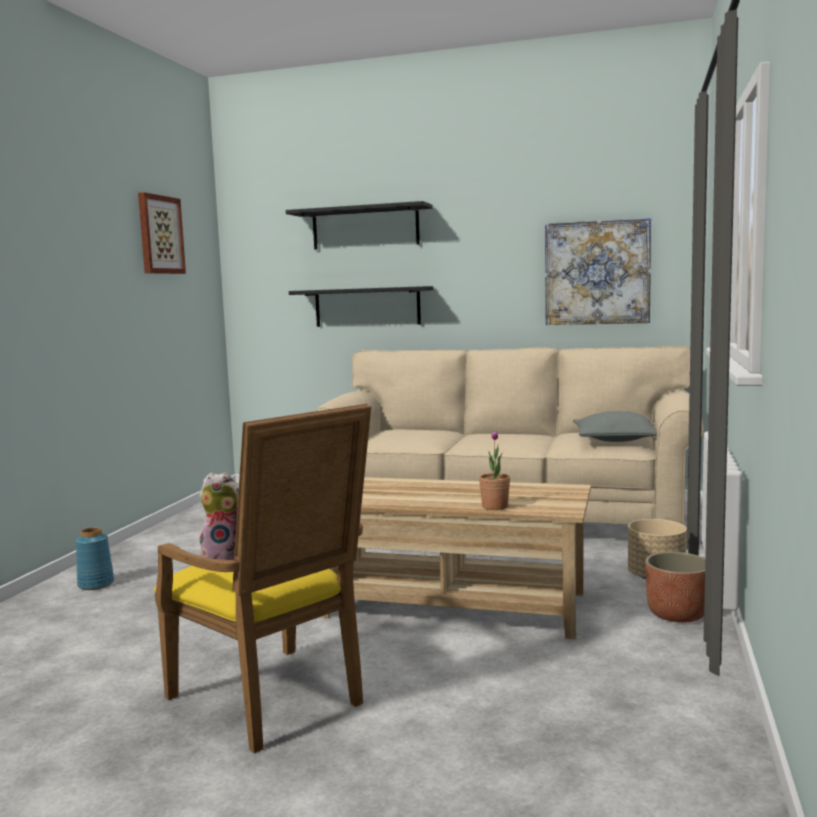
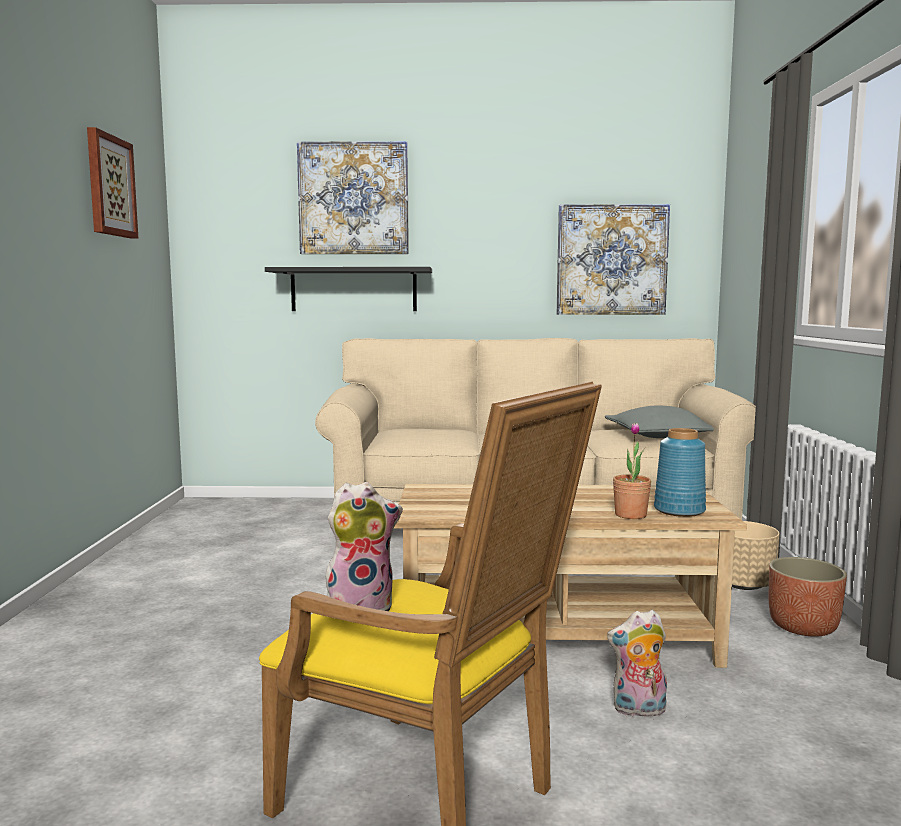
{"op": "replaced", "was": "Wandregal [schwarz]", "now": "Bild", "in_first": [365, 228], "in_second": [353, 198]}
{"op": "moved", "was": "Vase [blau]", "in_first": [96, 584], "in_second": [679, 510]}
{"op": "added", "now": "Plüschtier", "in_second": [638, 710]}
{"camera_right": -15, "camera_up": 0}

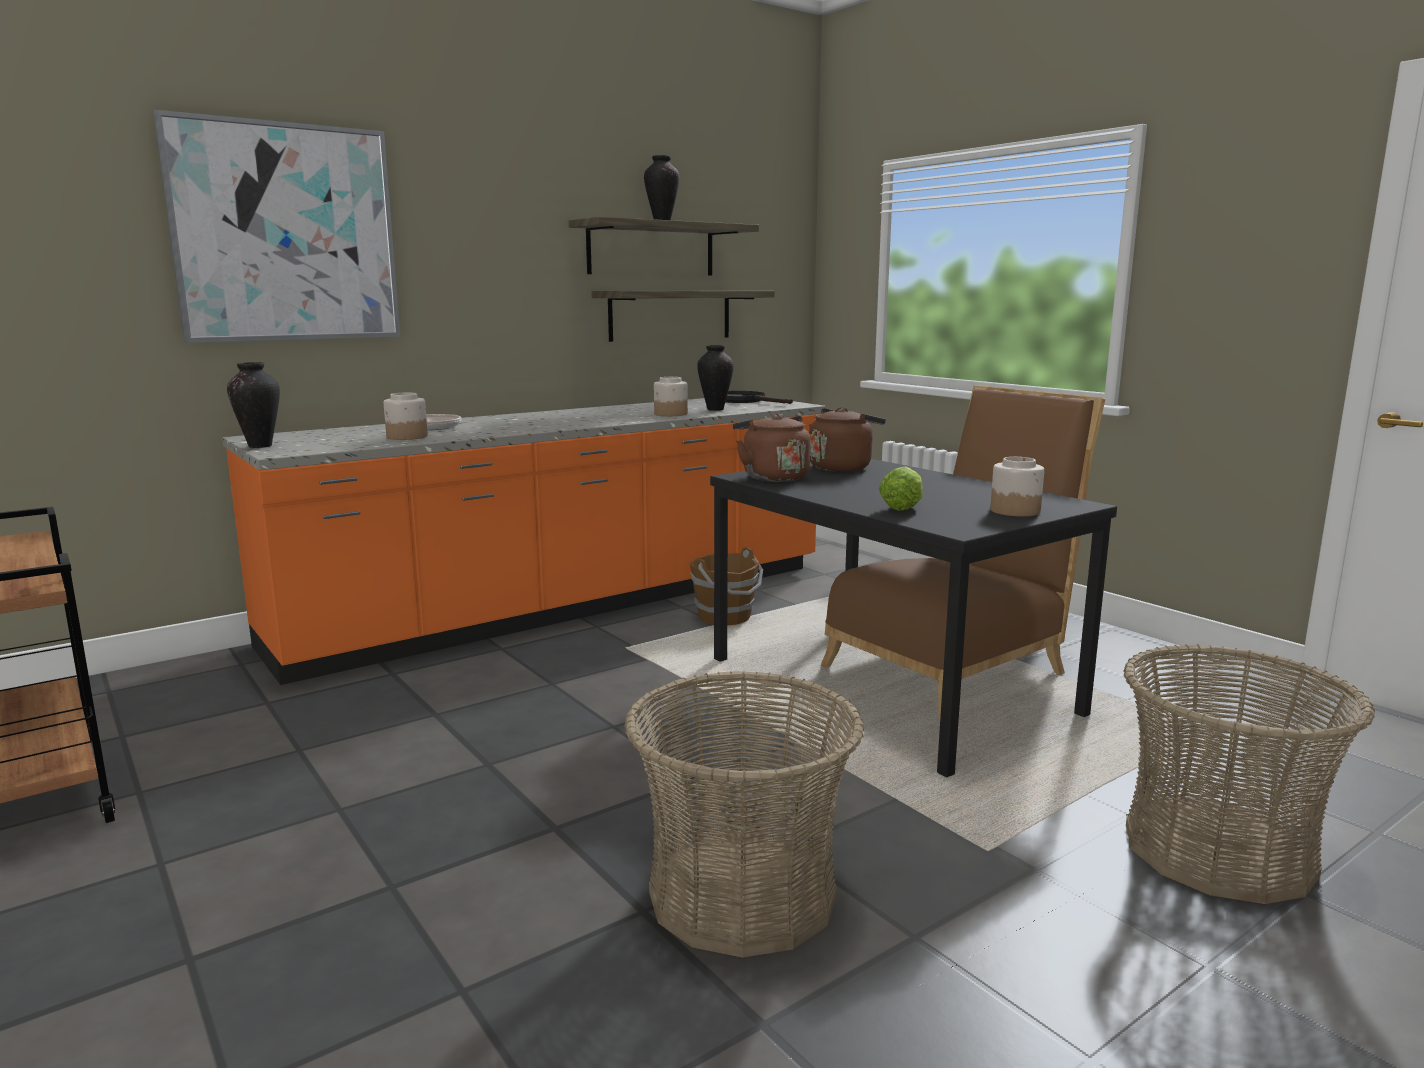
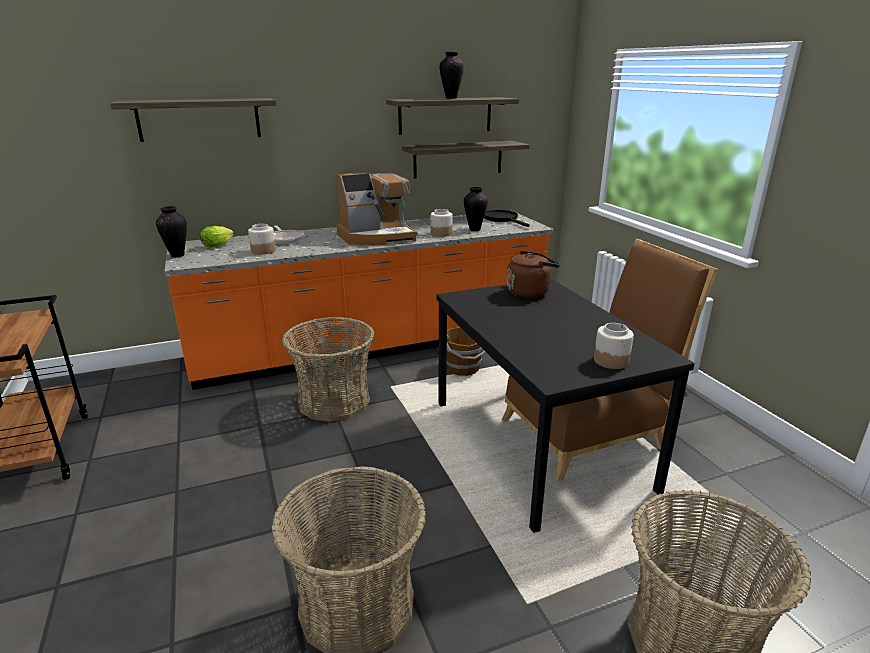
{"op": "replaced", "was": "Bild", "now": "Wandregal", "in_first": [286, 233], "in_second": [199, 119]}
{"op": "removed", "was": "Wasserkessel [braun]", "in_first": [772, 477]}
{"op": "moved", "was": "Salatkopf", "in_first": [903, 507], "in_second": [219, 245]}
{"op": "added", "now": "Kaffeemaschine", "in_second": [377, 237]}
{"op": "added", "now": "Korb", "in_second": [334, 401]}
{"camera_right": 15, "camera_up": 10}

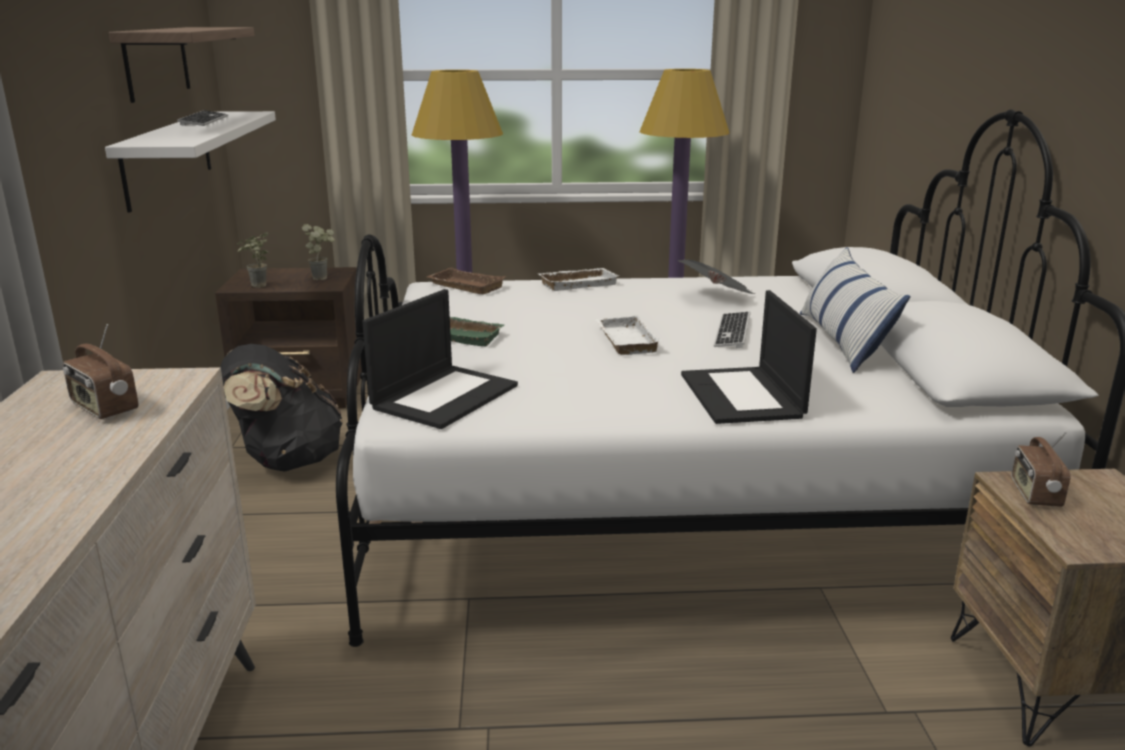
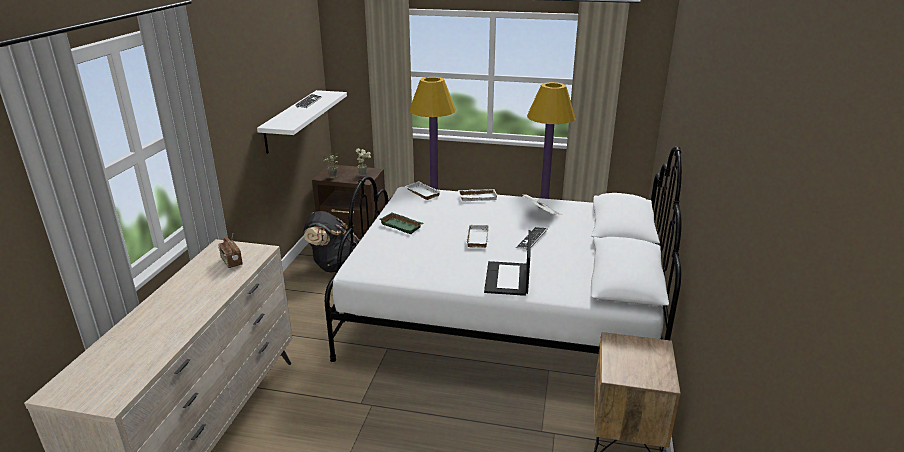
{"op": "removed", "was": "Wandregal", "in_first": [156, 62]}
{"op": "removed", "was": "Kissen", "in_first": [843, 341]}
{"op": "recoloured", "was": "Tablett [braun]", "now": "Tablett [weiß]", "in_first": [464, 286], "in_second": [421, 193]}
{"op": "removed", "was": "Laptop", "in_first": [445, 396]}
{"op": "removed", "was": "Radio", "in_first": [1034, 494]}
{"camera_right": 15, "camera_up": 5}

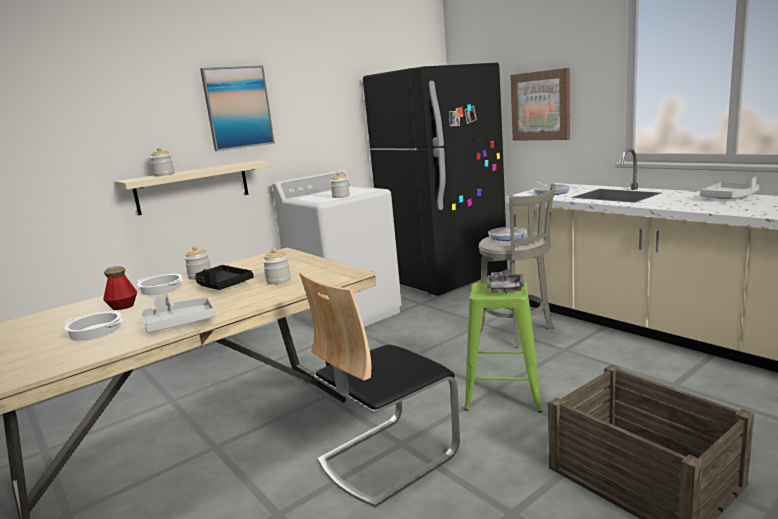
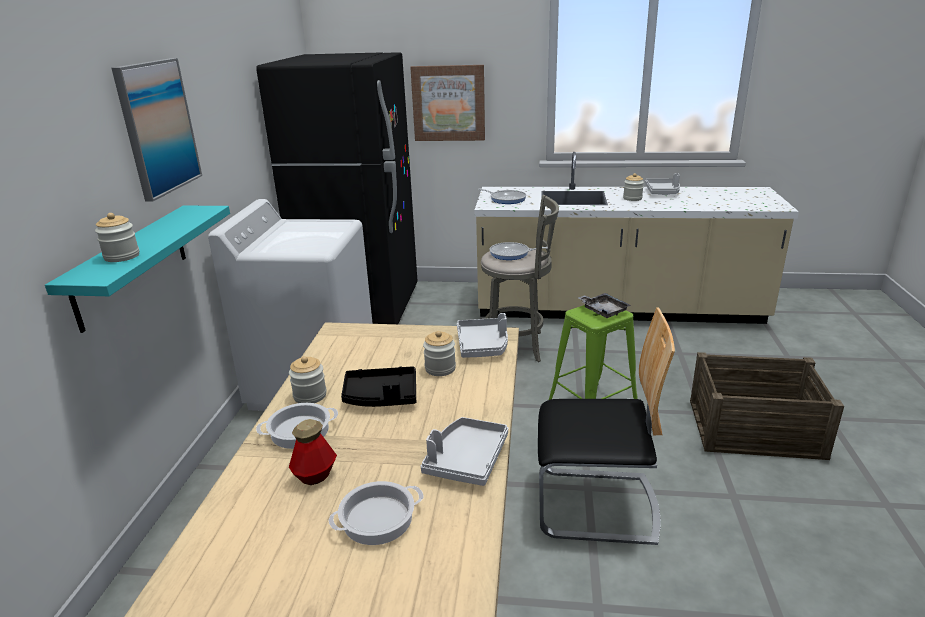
{"op": "recoloured", "was": "Wandregal [beige]", "now": "Wandregal [türkis]", "in_first": [193, 187], "in_second": [131, 265]}
{"op": "moved", "was": "Vorratsglas", "in_first": [341, 196], "in_second": [632, 198]}
{"op": "turned", "was": "Stuhl", "in_first": [387, 457], "in_second": [596, 505], "clockwise": -90}
{"op": "added", "now": "Tablett [grau]", "in_second": [483, 345]}
{"camera_right": -45, "camera_up": 10}

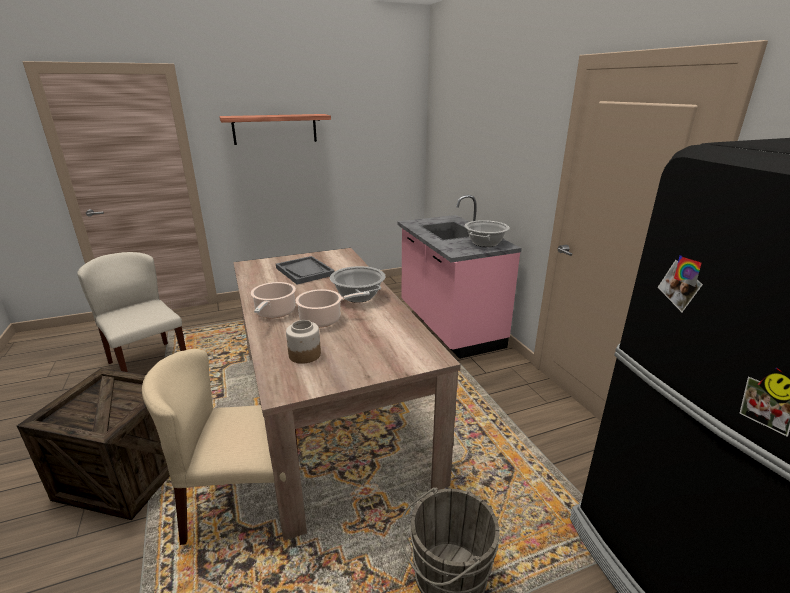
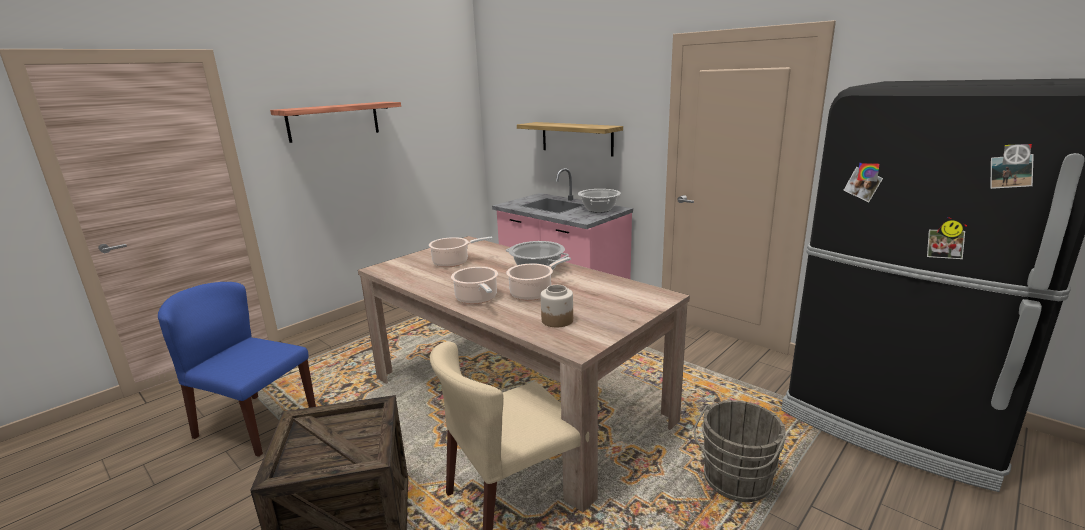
{"op": "recoloured", "was": "Stuhl [beige]", "now": "Stuhl [blau]", "in_first": [148, 365], "in_second": [255, 424]}
{"op": "replaced", "was": "Tablett [grau]", "now": "Kochtopf", "in_first": [305, 271], "in_second": [453, 262]}
{"op": "added", "now": "Wandregal", "in_second": [576, 138]}
{"camera_right": -25, "camera_up": -5}

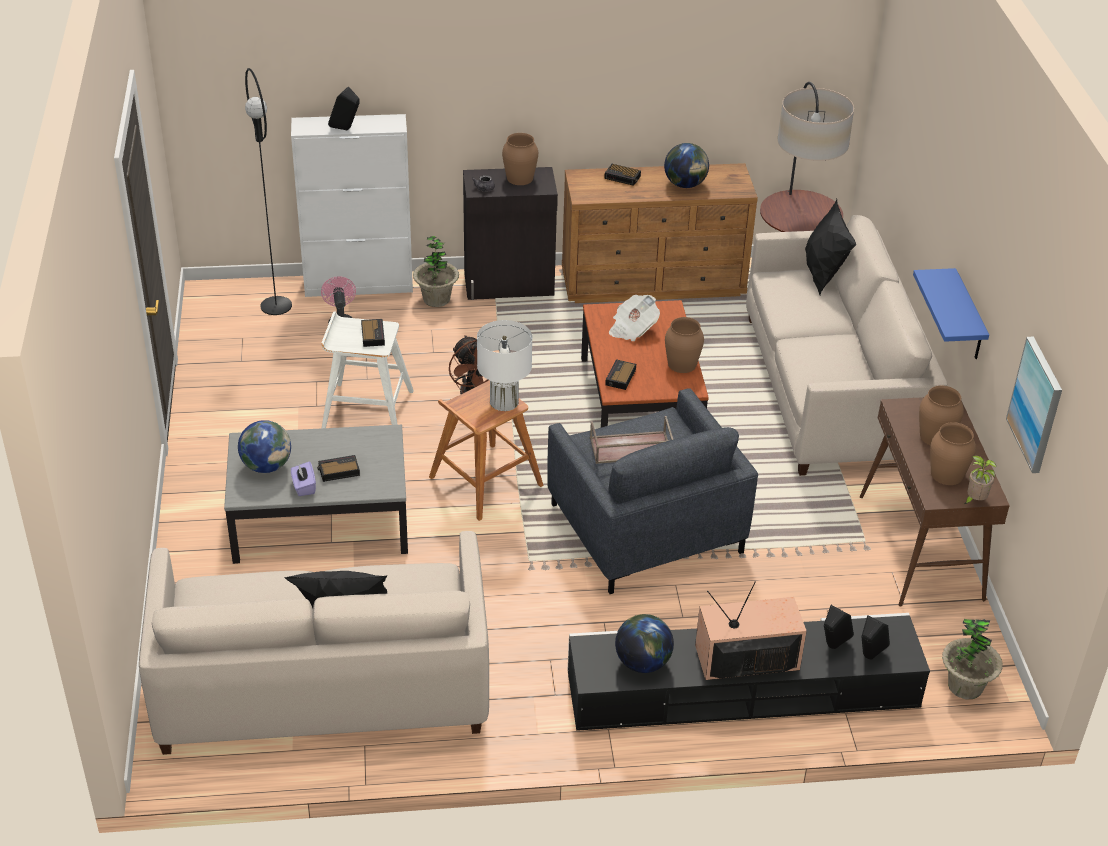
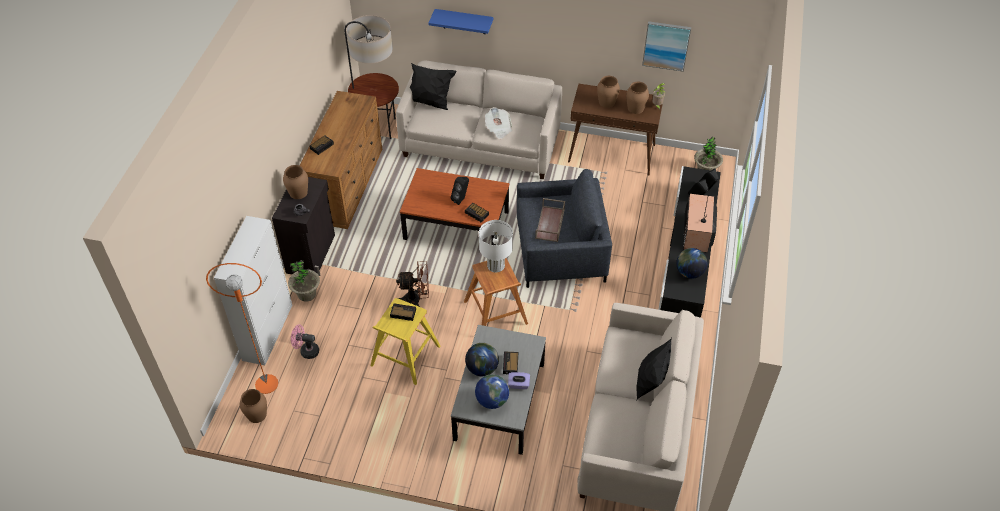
{"op": "recoloured", "was": "Stehlampe [schwarz]", "now": "Stehlampe [orange]", "in_first": [276, 306], "in_second": [267, 384]}
{"op": "moved", "was": "Lautsprecher [schwarz]", "in_first": [346, 129], "in_second": [461, 199]}
{"op": "moved", "was": "Globus", "in_first": [685, 184], "in_second": [482, 368]}
{"op": "moved", "was": "Wandregal [blau]", "in_first": [968, 317], "in_second": [464, 21]}
{"op": "moved", "was": "Zeitung", "in_first": [632, 329], "in_second": [498, 129]}
{"op": "recoloured", "was": "Hocker [weiß]", "now": "Hocker [gelb]", "in_first": [366, 411], "in_second": [405, 356]}
{"op": "moved", "was": "Vase [braun]", "in_first": [681, 364], "in_second": [257, 415]}
{"camera_right": -70, "camera_up": 10}

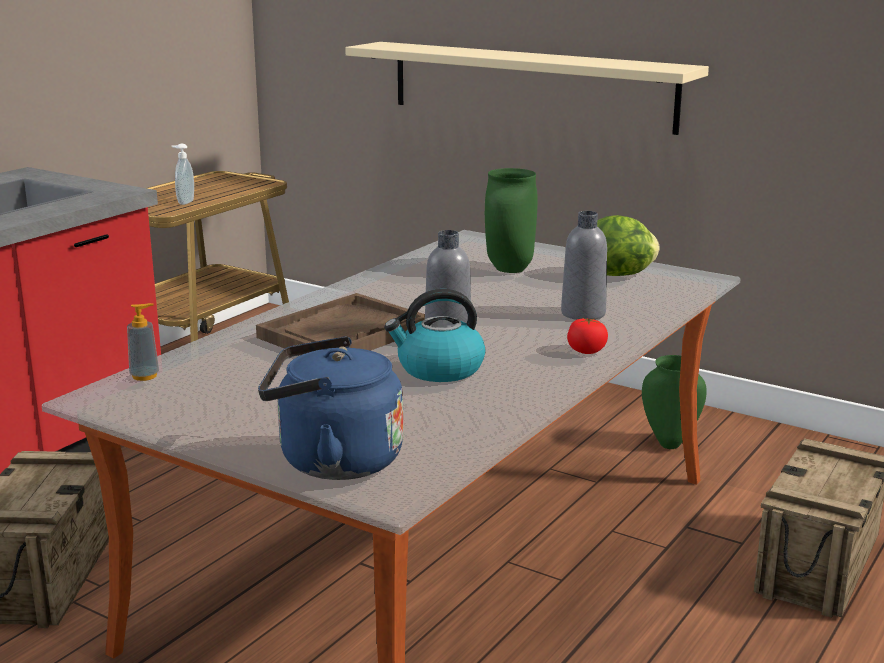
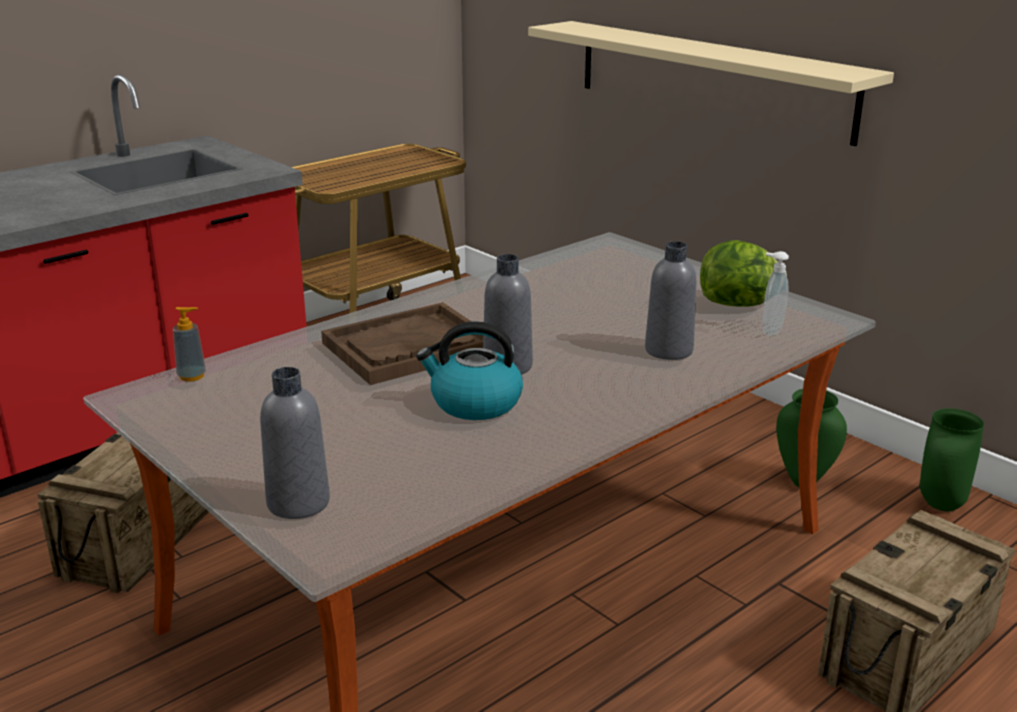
{"op": "moved", "was": "Seifenspender", "in_first": [184, 202], "in_second": [770, 330]}
{"op": "moved", "was": "Vase [grün]", "in_first": [508, 269], "in_second": [939, 504]}
{"op": "removed", "was": "Tomate", "in_first": [586, 351]}
{"op": "replaced", "was": "Wasserkessel [blau]", "now": "Flasche [grau]", "in_first": [332, 461], "in_second": [298, 503]}
{"camera_right": 15, "camera_up": 5}

